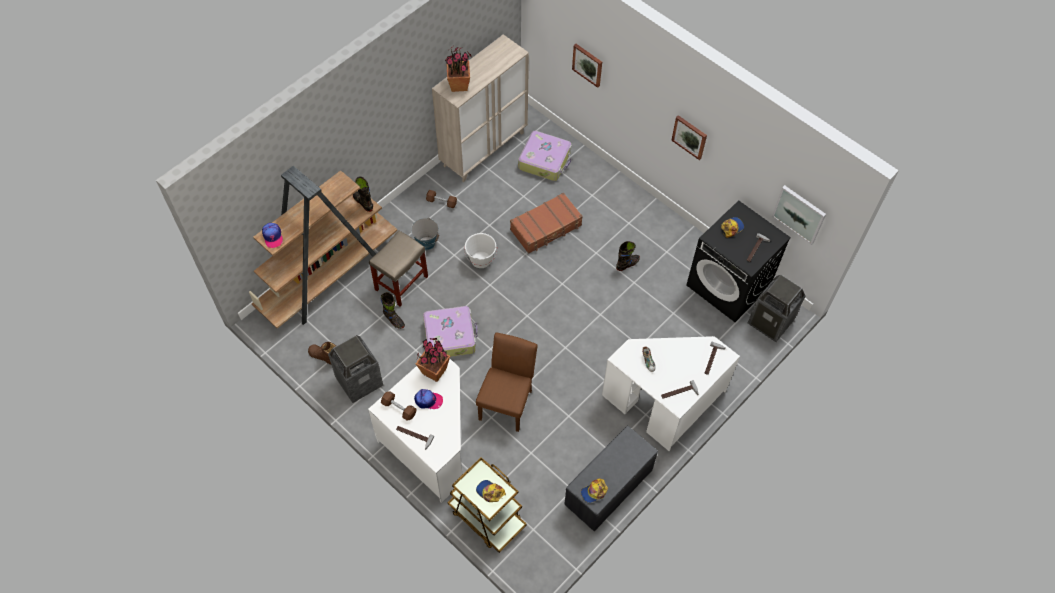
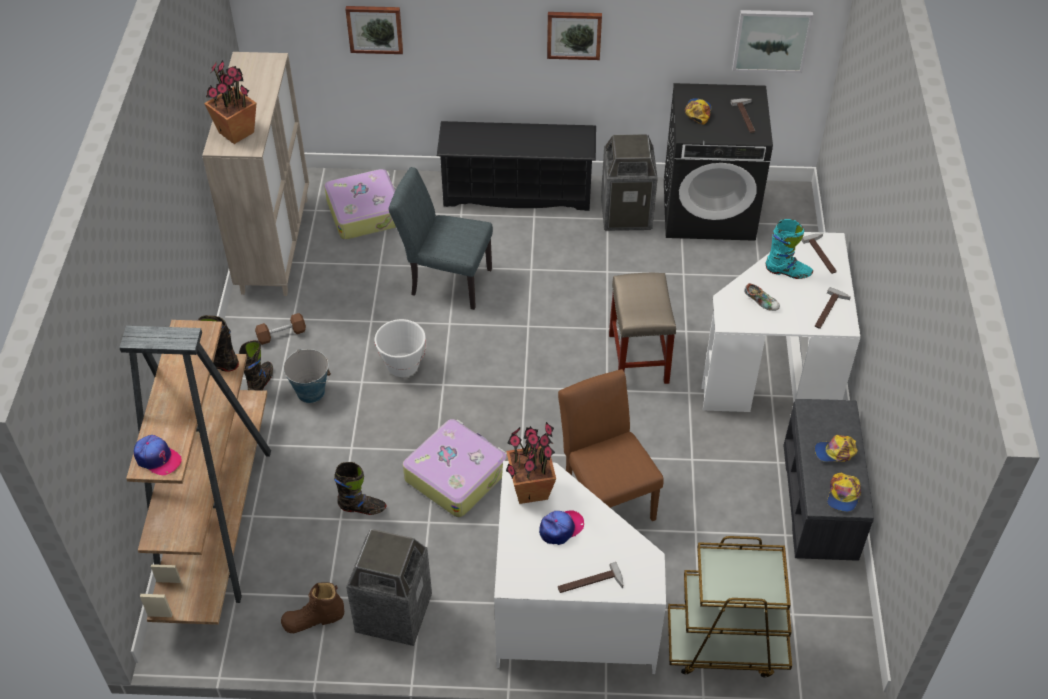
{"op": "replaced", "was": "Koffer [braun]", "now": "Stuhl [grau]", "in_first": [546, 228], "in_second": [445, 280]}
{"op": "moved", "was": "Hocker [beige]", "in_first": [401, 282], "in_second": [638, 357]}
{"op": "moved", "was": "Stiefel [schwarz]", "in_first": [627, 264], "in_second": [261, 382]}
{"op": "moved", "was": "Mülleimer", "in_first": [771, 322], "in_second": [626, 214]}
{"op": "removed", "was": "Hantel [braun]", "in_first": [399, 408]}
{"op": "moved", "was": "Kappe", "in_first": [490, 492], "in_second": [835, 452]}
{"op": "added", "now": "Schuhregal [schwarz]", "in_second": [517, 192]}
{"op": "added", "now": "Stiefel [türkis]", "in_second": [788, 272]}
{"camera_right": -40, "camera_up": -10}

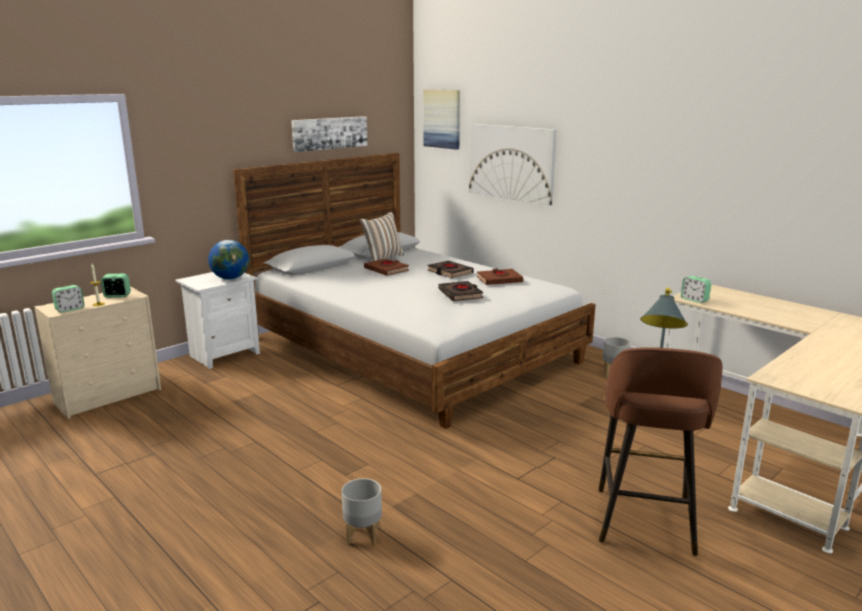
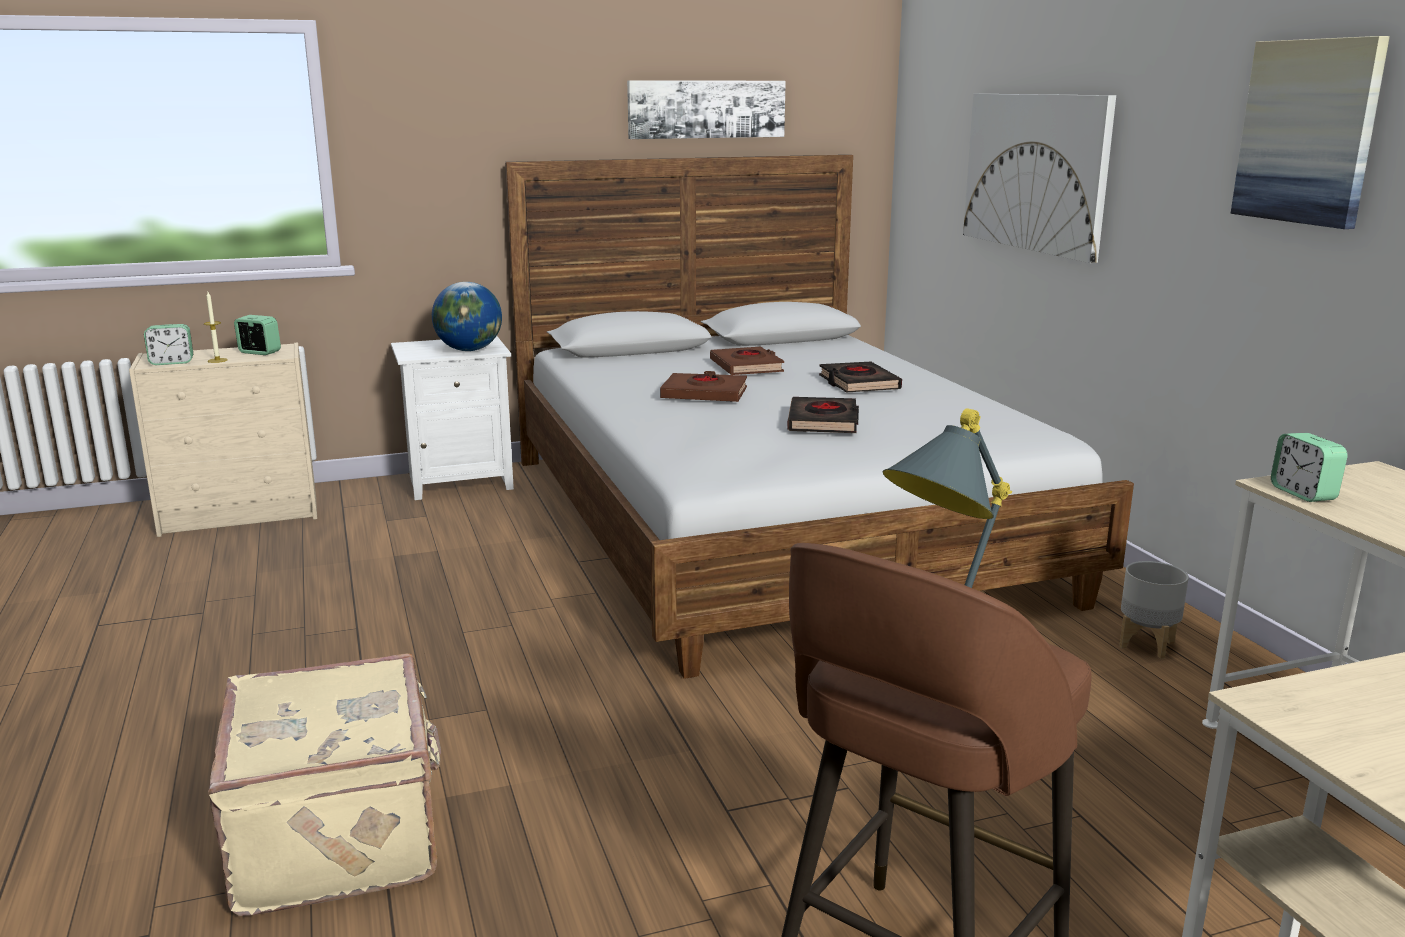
{"op": "moved", "was": "Bild", "in_first": [442, 119], "in_second": [1308, 132]}
{"op": "removed", "was": "Kissen", "in_first": [382, 258]}
{"op": "moved", "was": "Buch [braun]", "in_first": [499, 280], "in_second": [704, 394]}
{"op": "replaced", "was": "Pflanzkübel [grau]", "now": "Koffer [beige]", "in_first": [362, 535], "in_second": [341, 835]}
{"camera_right": 25, "camera_up": 0}

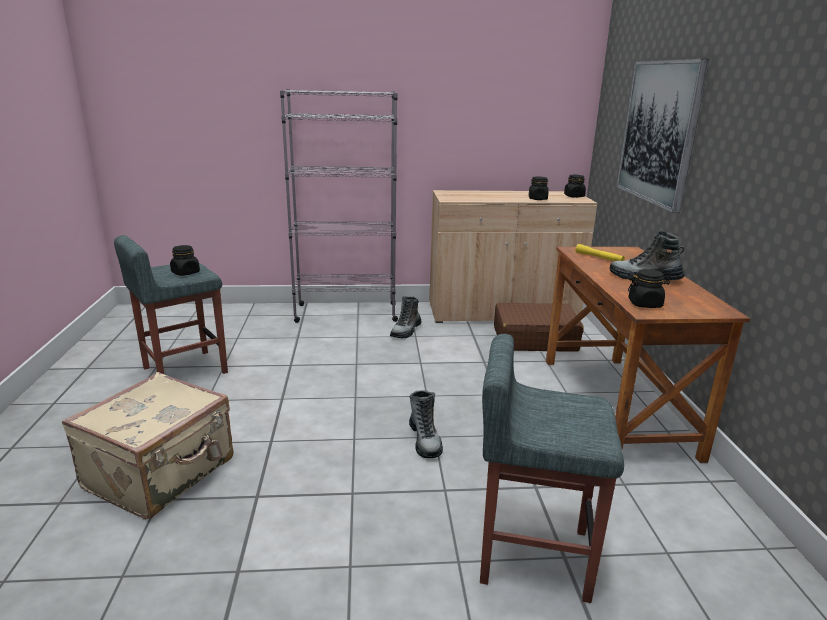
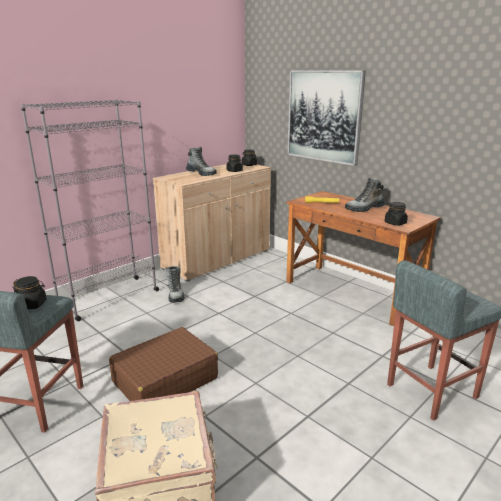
{"op": "moved", "was": "Koffer [braun]", "in_first": [534, 339], "in_second": [164, 380]}
{"op": "moved", "was": "Stiefel", "in_first": [425, 440], "in_second": [201, 173]}
{"camera_right": -40, "camera_up": 0}

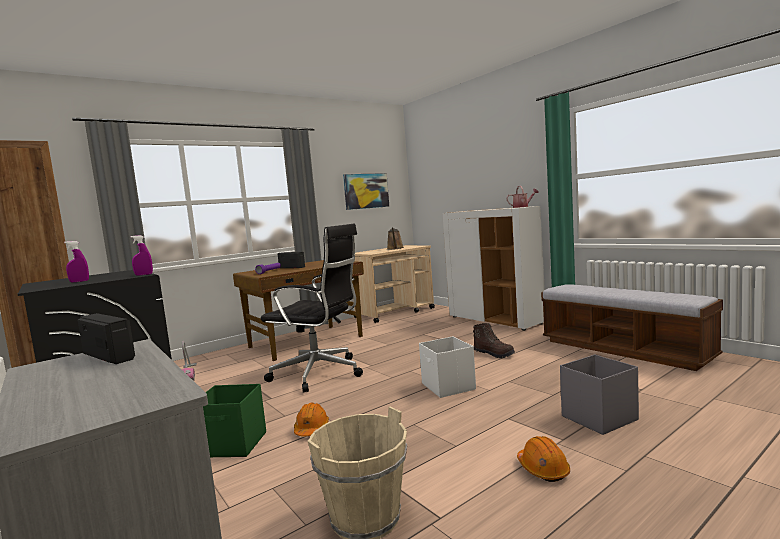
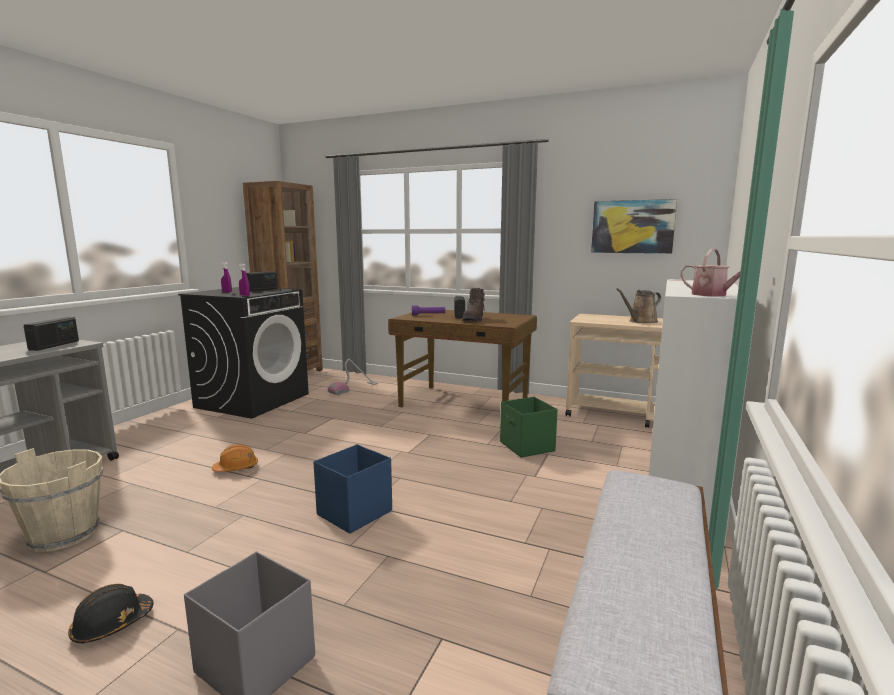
{"op": "removed", "was": "Bürostuhl [schwarz]", "in_first": [320, 373]}
{"op": "moved", "was": "Stiefel [braun]", "in_first": [494, 354], "in_second": [474, 319]}
{"op": "recoloured", "was": "Aufbewahrungsbox [weiß]", "now": "Aufbewahrungsbox [blau]", "in_first": [448, 387], "in_second": [353, 513]}
{"op": "moved", "was": "Aufbewahrungsbox [grün]", "in_first": [234, 445], "in_second": [527, 447]}
{"op": "recoloured", "was": "Schutzhelm [orange]", "now": "Schutzhelm [schwarz]", "in_first": [543, 469], "in_second": [112, 624]}
{"op": "added", "now": "Radio", "in_second": [262, 289]}
{"camera_right": 60, "camera_up": 5}

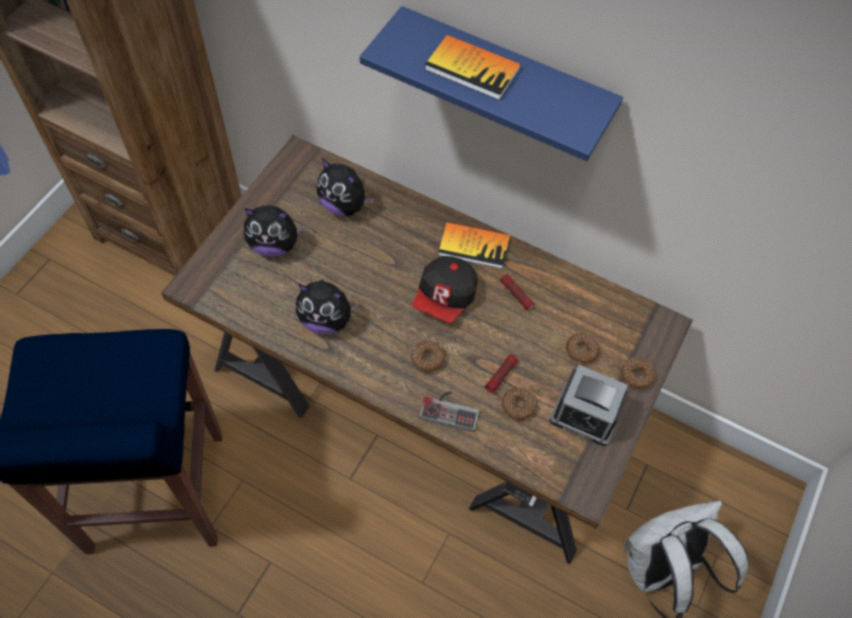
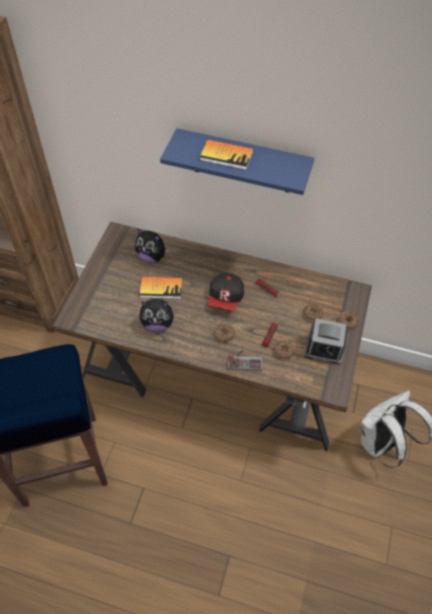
{"op": "removed", "was": "Plüschtier", "in_first": [274, 245]}
{"op": "moved", "was": "Buch", "in_first": [474, 246], "in_second": [161, 288]}
{"camera_right": -10, "camera_up": -5}

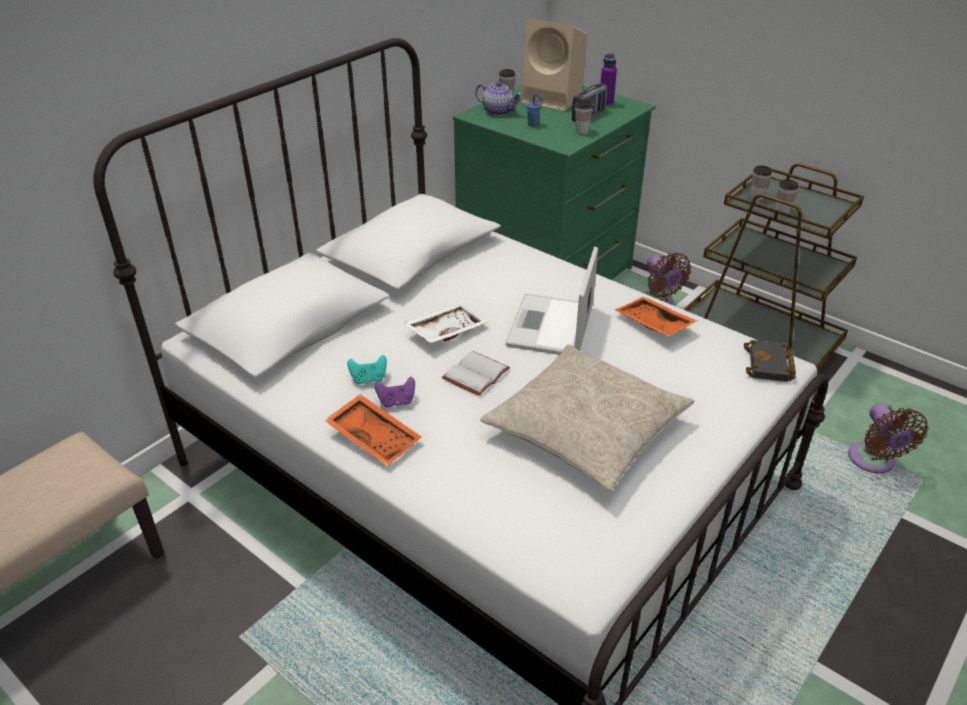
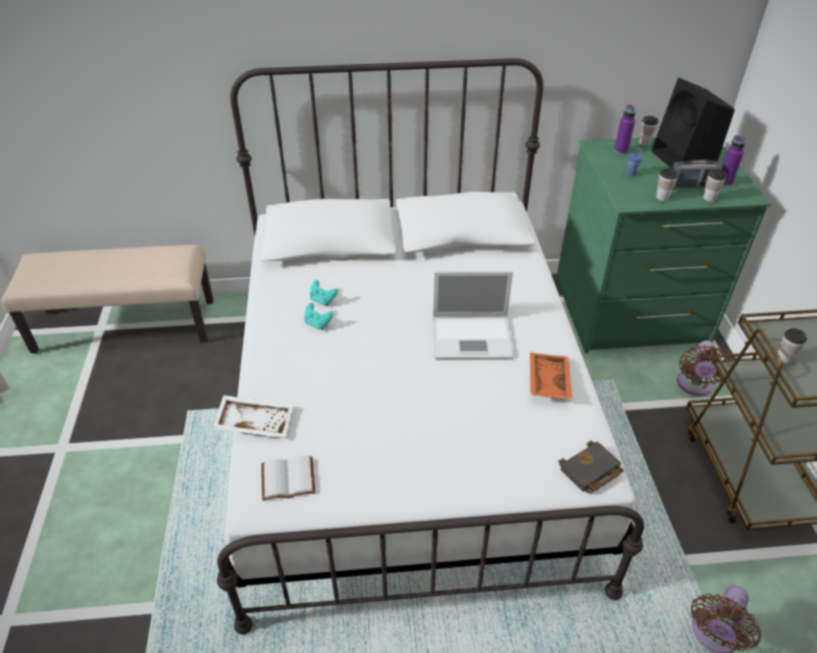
{"op": "recoloured", "was": "Lautsprecher [beige]", "now": "Lautsprecher [schwarz]", "in_first": [553, 99], "in_second": [684, 159]}
{"op": "replaced", "was": "Teekanne", "now": "Flasche [lila]", "in_first": [498, 111], "in_second": [621, 151]}
{"op": "moved", "was": "Tasse", "in_first": [756, 197], "in_second": [709, 198]}
{"op": "turned", "was": "Laptop", "in_first": [550, 327], "in_second": [473, 337], "clockwise": -150}
{"op": "moved", "was": "Tablett [weiß]", "in_first": [445, 330], "in_second": [255, 421]}
{"op": "removed", "was": "Kissen [beige]", "in_first": [585, 429]}
{"op": "moved", "was": "Buch [weiß]", "in_first": [475, 373], "in_second": [289, 478]}
{"op": "recoloured", "was": "Gamepad [lila]", "now": "Gamepad [türkis]", "in_first": [396, 402], "in_second": [317, 324]}
{"op": "removed", "was": "Tablett [orange]", "in_first": [375, 437]}
{"camera_right": 45, "camera_up": 5}

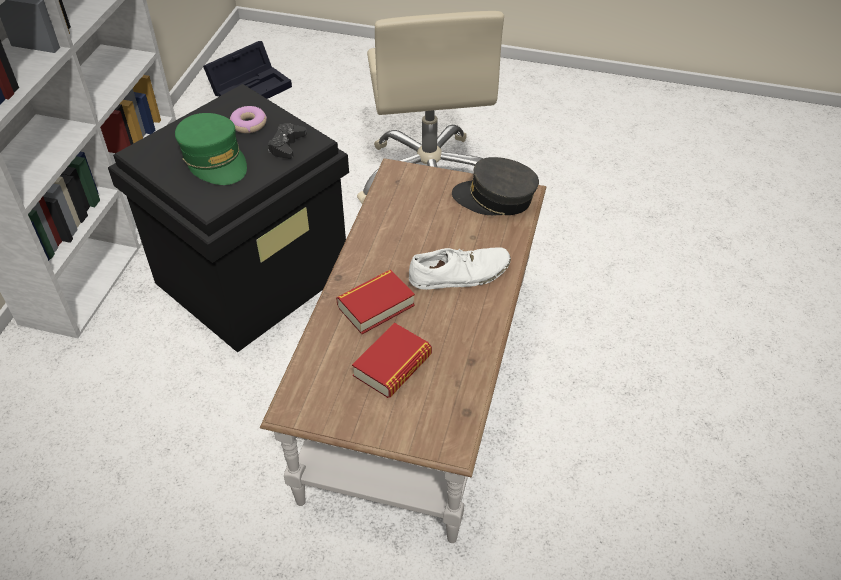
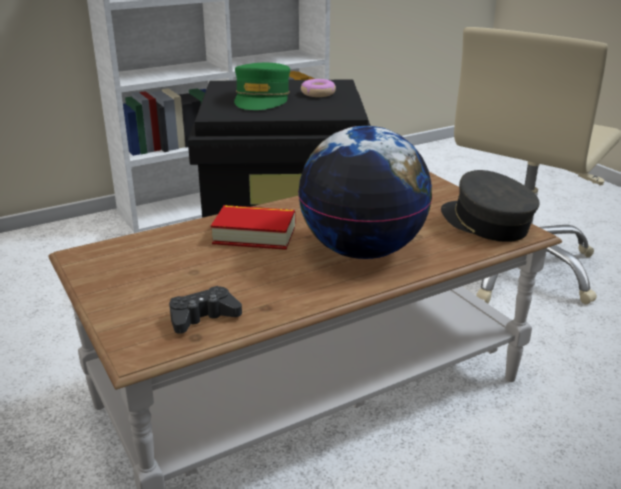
{"op": "removed", "was": "Aufbewahrungsbox [schwarz]", "in_first": [251, 87]}
{"op": "moved", "was": "Gamepad [schwarz]", "in_first": [287, 145], "in_second": [203, 317]}
{"op": "replaced", "was": "Schuh [weiß]", "now": "Globus", "in_first": [459, 274], "in_second": [363, 251]}
{"op": "removed", "was": "Buch", "in_first": [392, 365]}
{"camera_right": 45, "camera_up": -20}

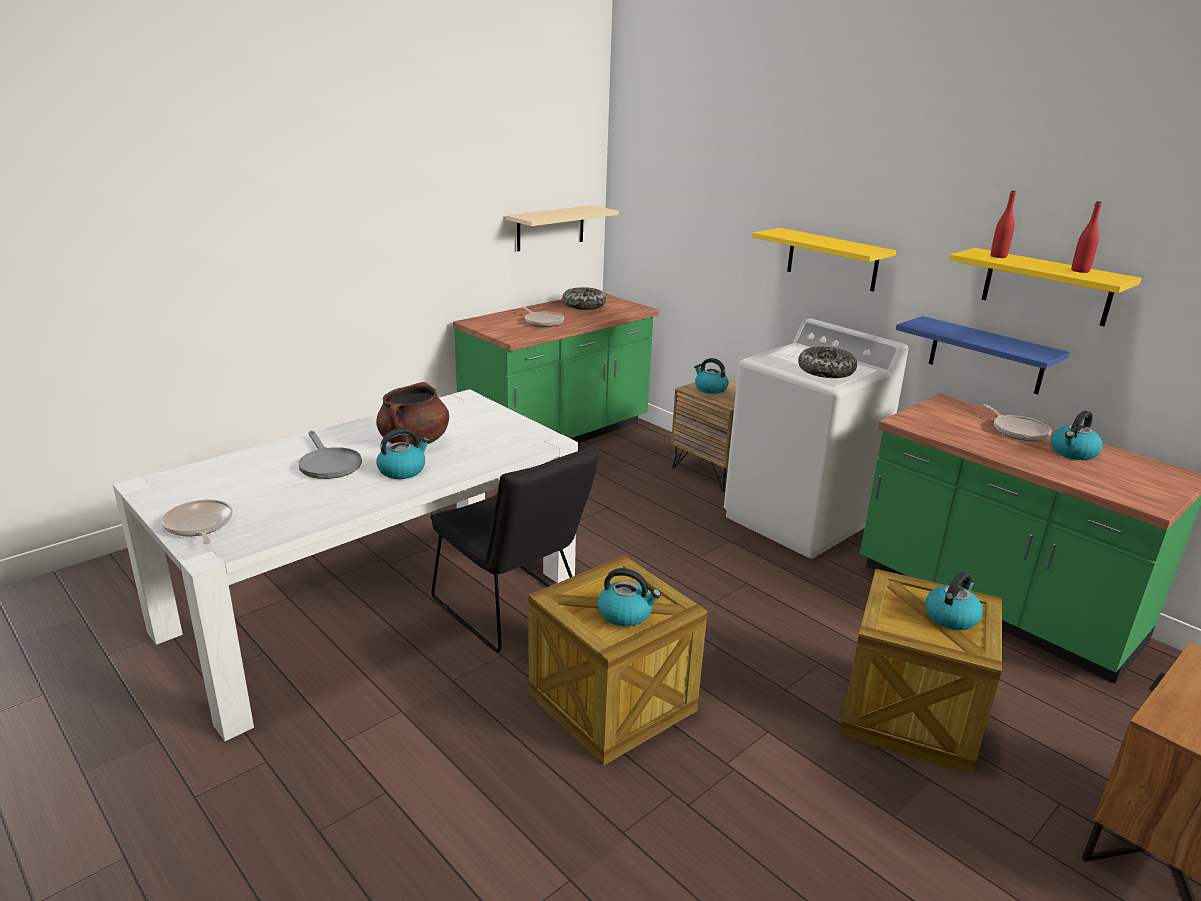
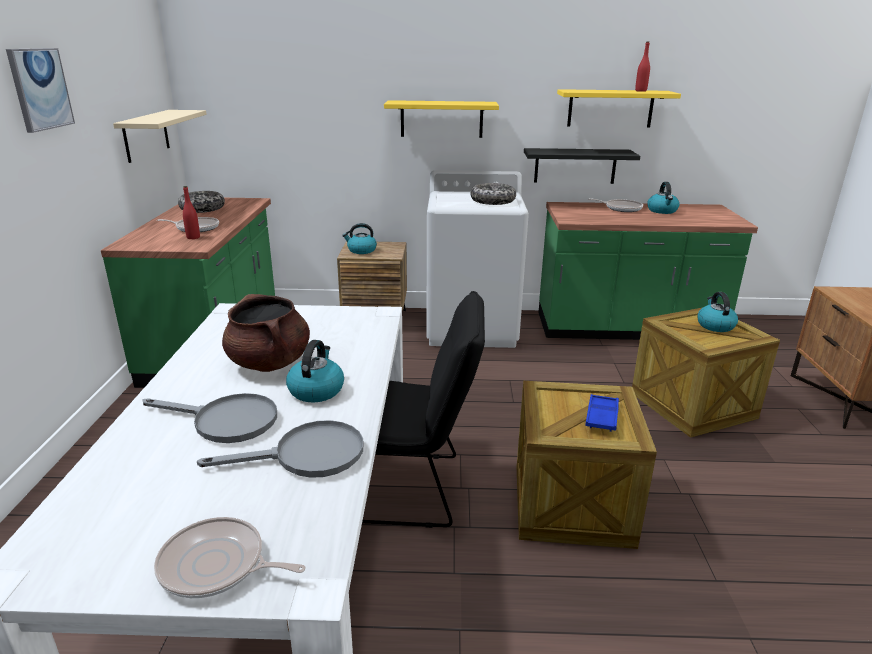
{"op": "moved", "was": "Flasche [rot]", "in_first": [998, 256], "in_second": [193, 237]}
{"op": "recoloured", "was": "Wandregal [blau]", "now": "Wandregal [schwarz]", "in_first": [986, 355], "in_second": [575, 166]}
{"op": "replaced", "was": "Wasserkessel", "now": "Tablett [blau]", "in_first": [625, 614], "in_second": [601, 416]}
{"op": "added", "now": "Bild", "in_second": [40, 89]}
{"op": "added", "now": "Pfanne [grau]", "in_second": [307, 456]}
{"camera_right": -45, "camera_up": 0}

